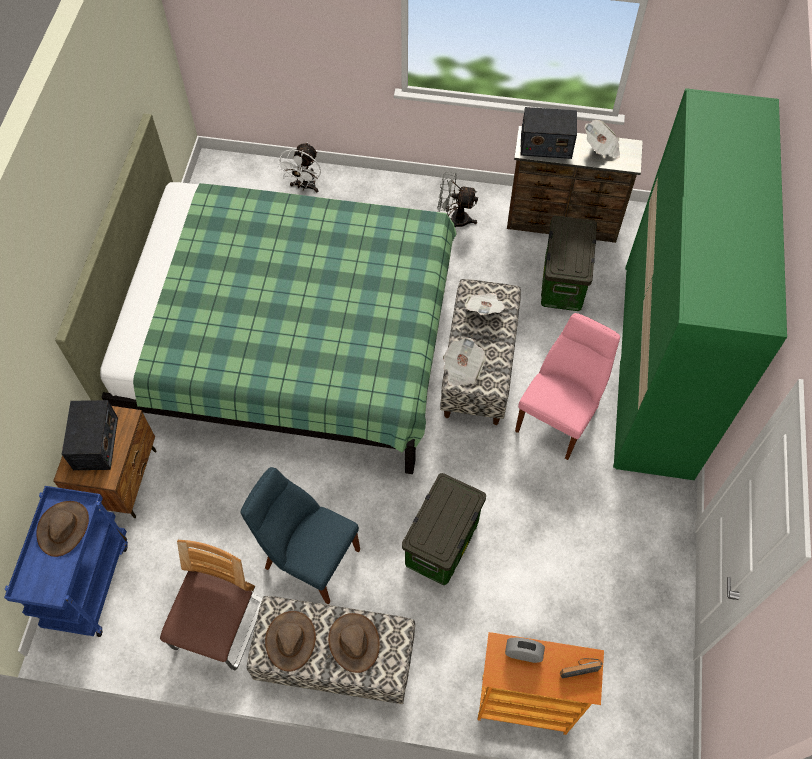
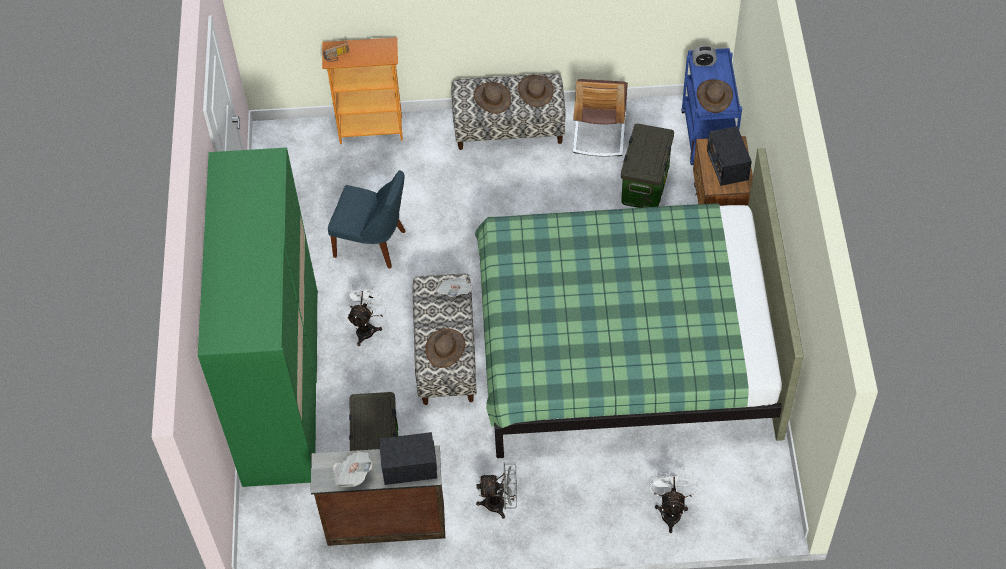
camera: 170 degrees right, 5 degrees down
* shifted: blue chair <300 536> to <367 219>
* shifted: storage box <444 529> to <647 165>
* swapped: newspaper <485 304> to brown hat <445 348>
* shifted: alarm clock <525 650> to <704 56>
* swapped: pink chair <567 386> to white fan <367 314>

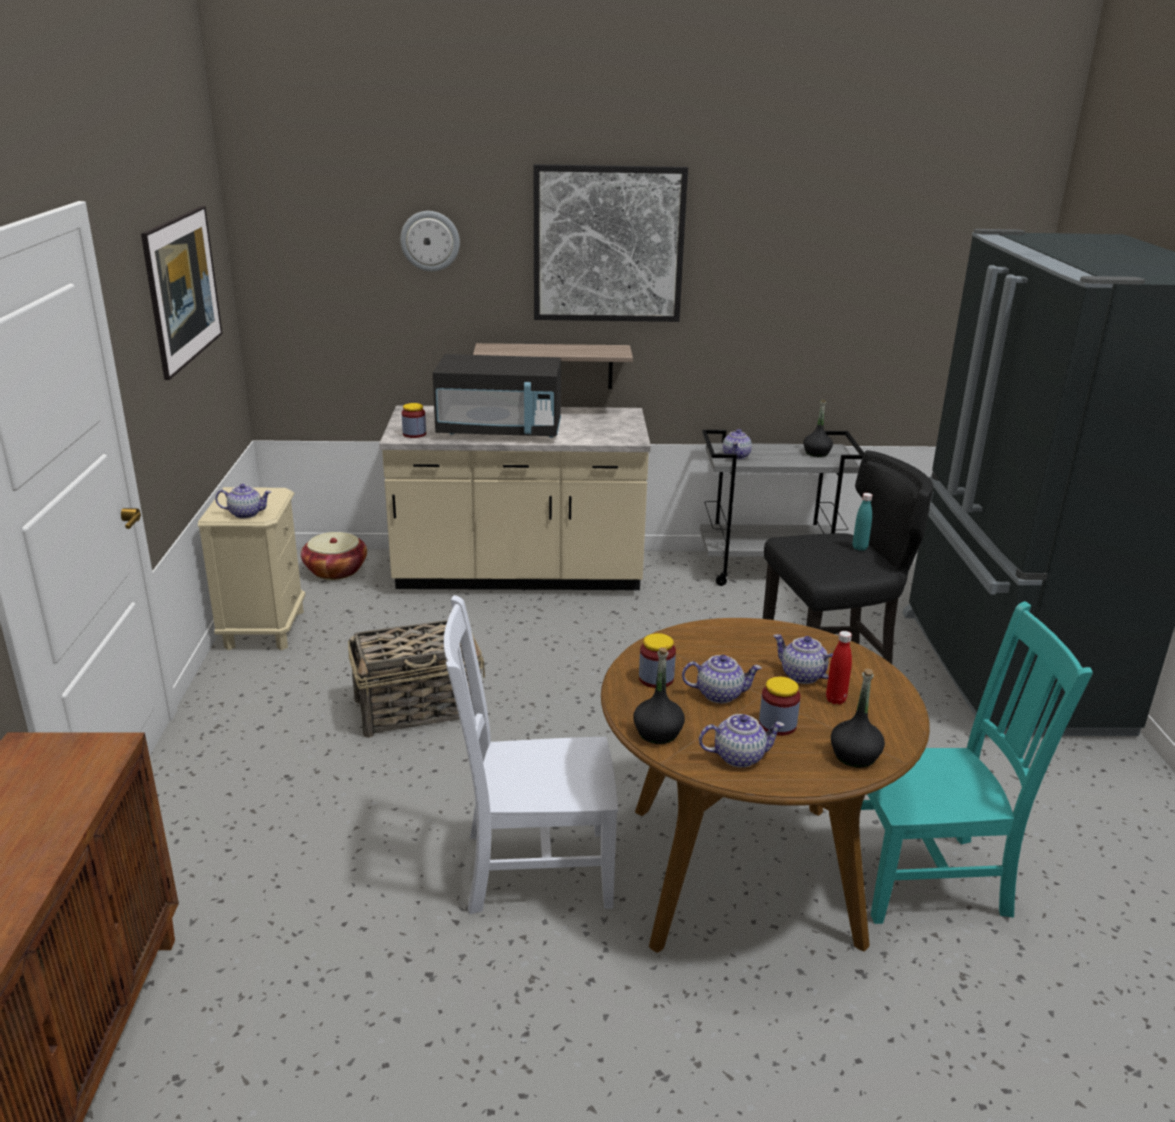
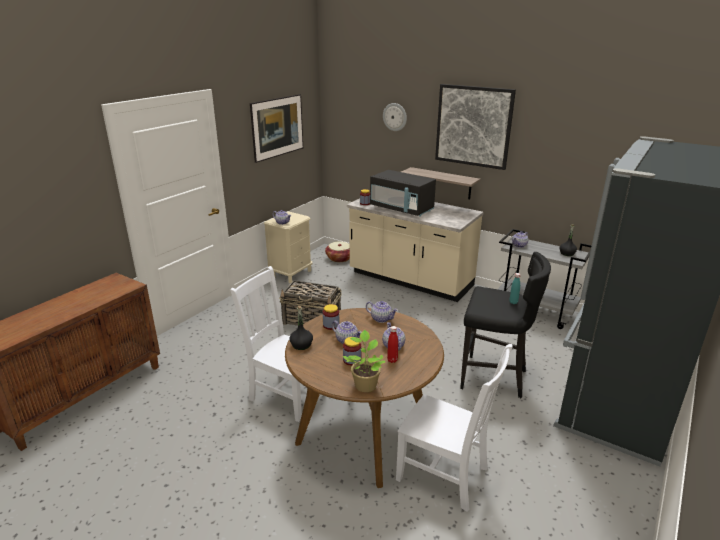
camera: 35 degrees right, 0 degrees up
* shifted: teapot <742 741> to <382 312>
* swapped: black bottle <858 718> to potted plant <364 361>
* repainted: turquoise chair <977 762> to white chair <454 428>

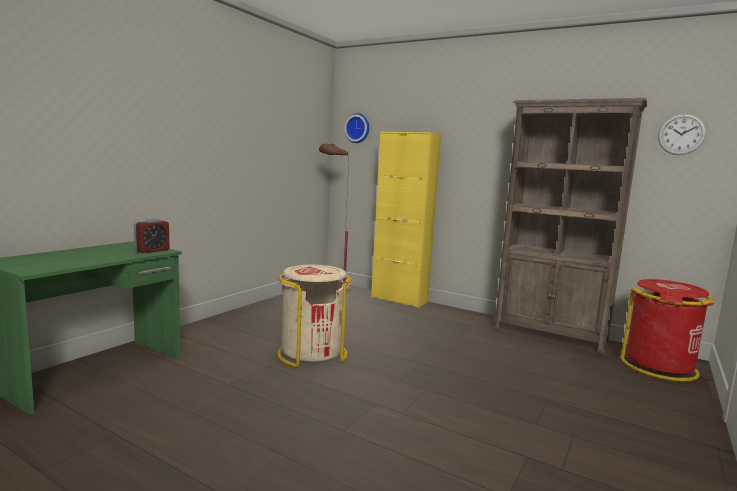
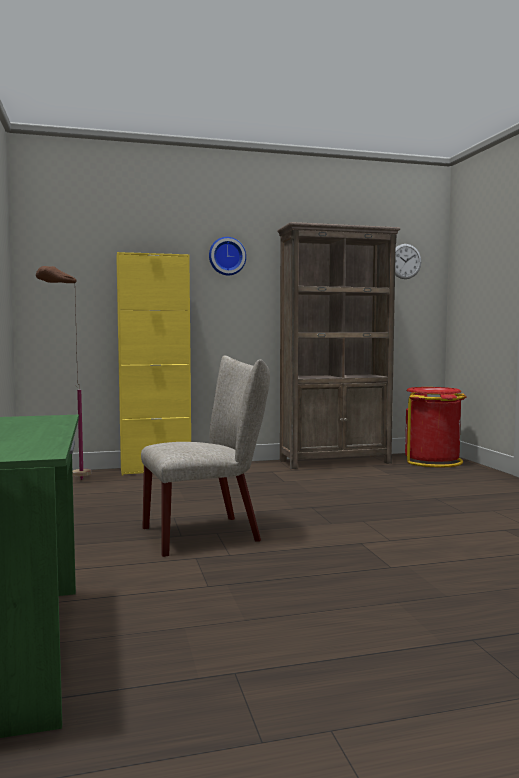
camera: 45 degrees left, 5 degrees down
* gone: alarm clock <151 235>
* swapped: beige trash can <314 316> to beige chair <205 456>
* shifted: wall clock <356 128> to <227 256>

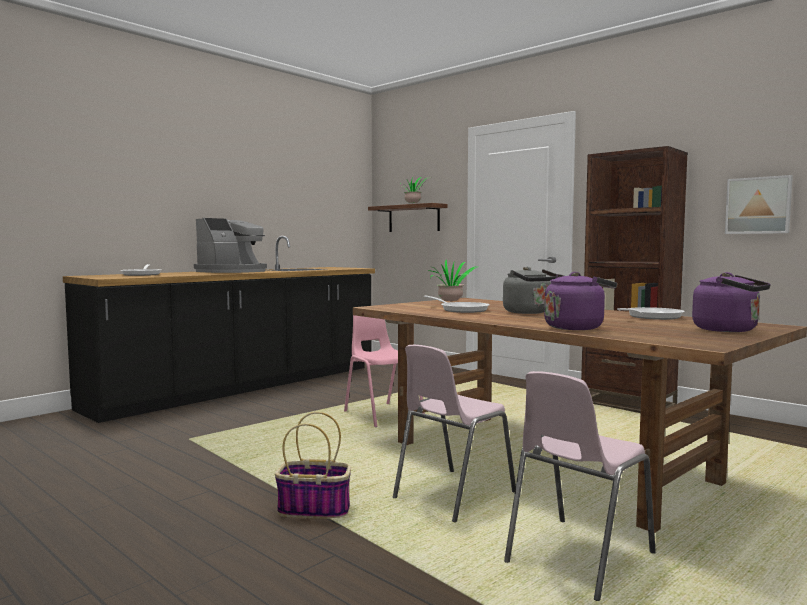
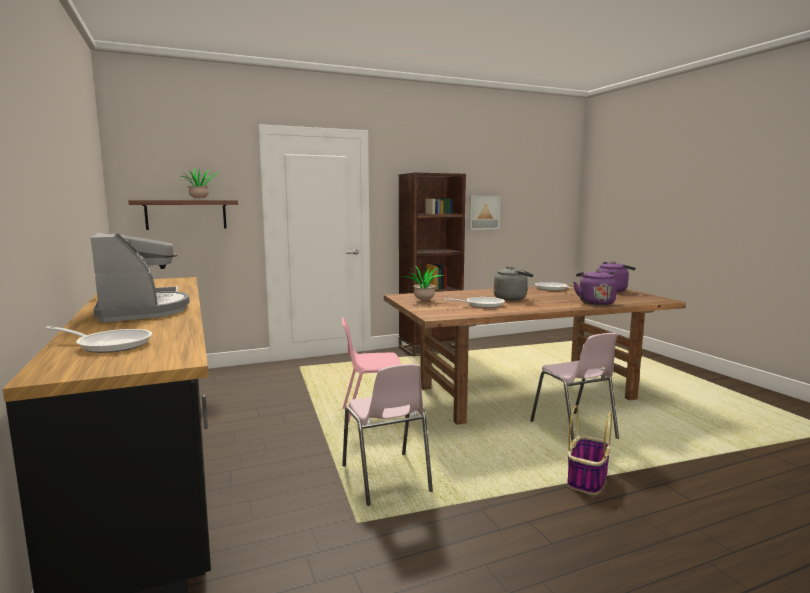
camera: 65 degrees left, 5 degrees up
* shifted: pink chair <580 486> to <387 435>

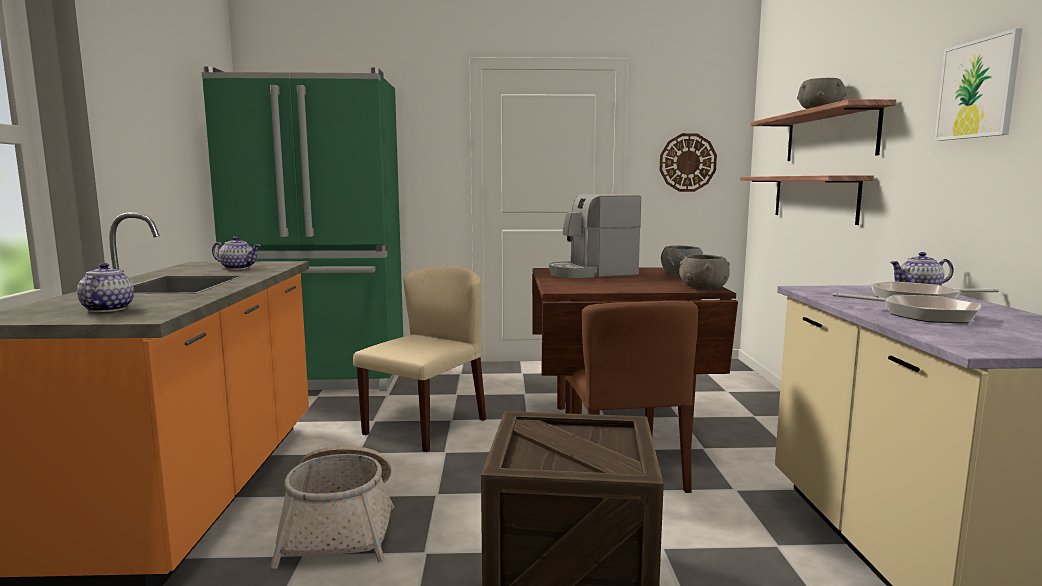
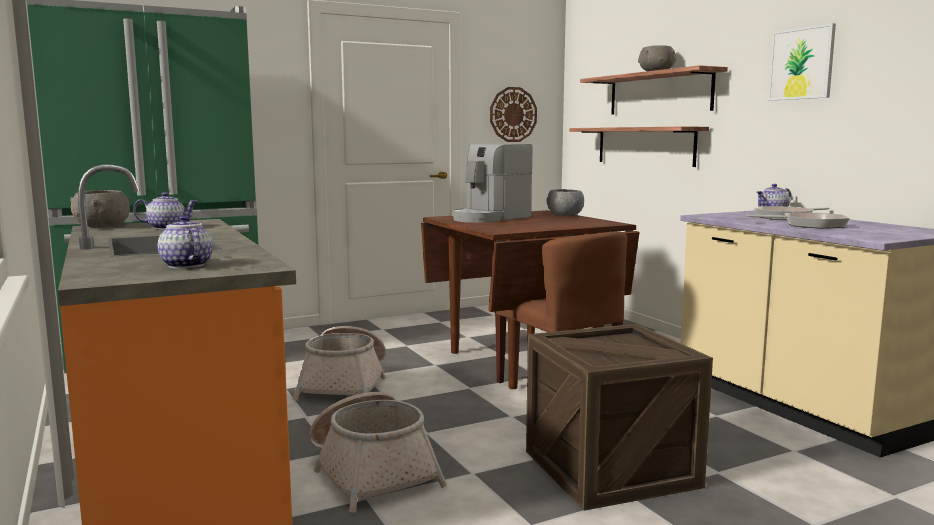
camera: 25 degrees left, 0 degrees up
* swapped: beige chair <419 359> to basket <339 363>
* shifted: grey bowl <704 272> to <100 209>

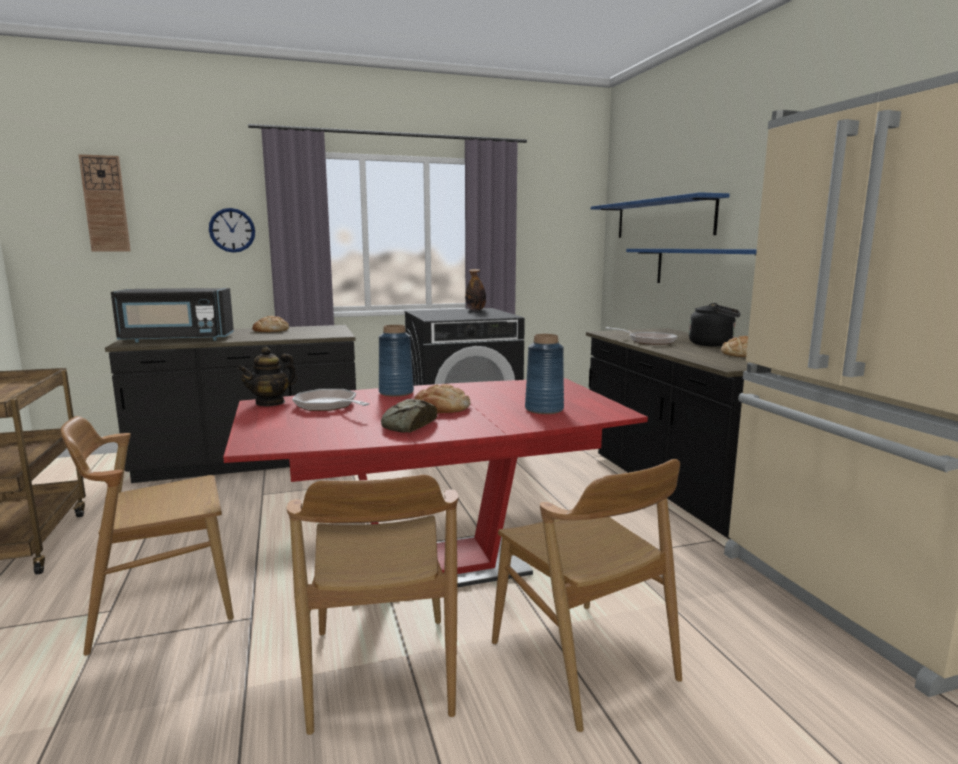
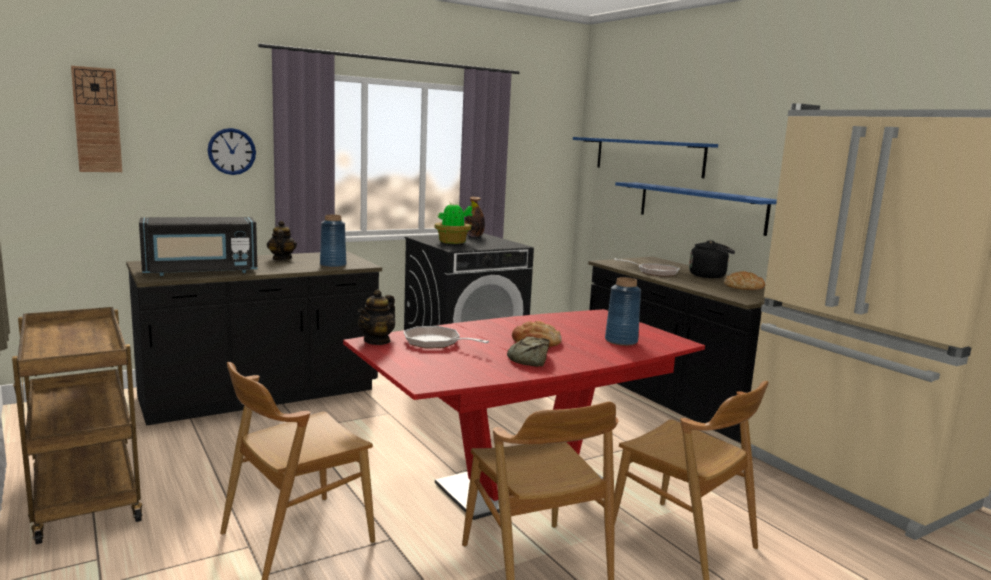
camera: 15 degrees left, 0 degrees up
* swapped: bread <270 324> to teapot <282 240>
* shifted: blue vase <396 361> to <333 241>
* new: potted plant <456 222>

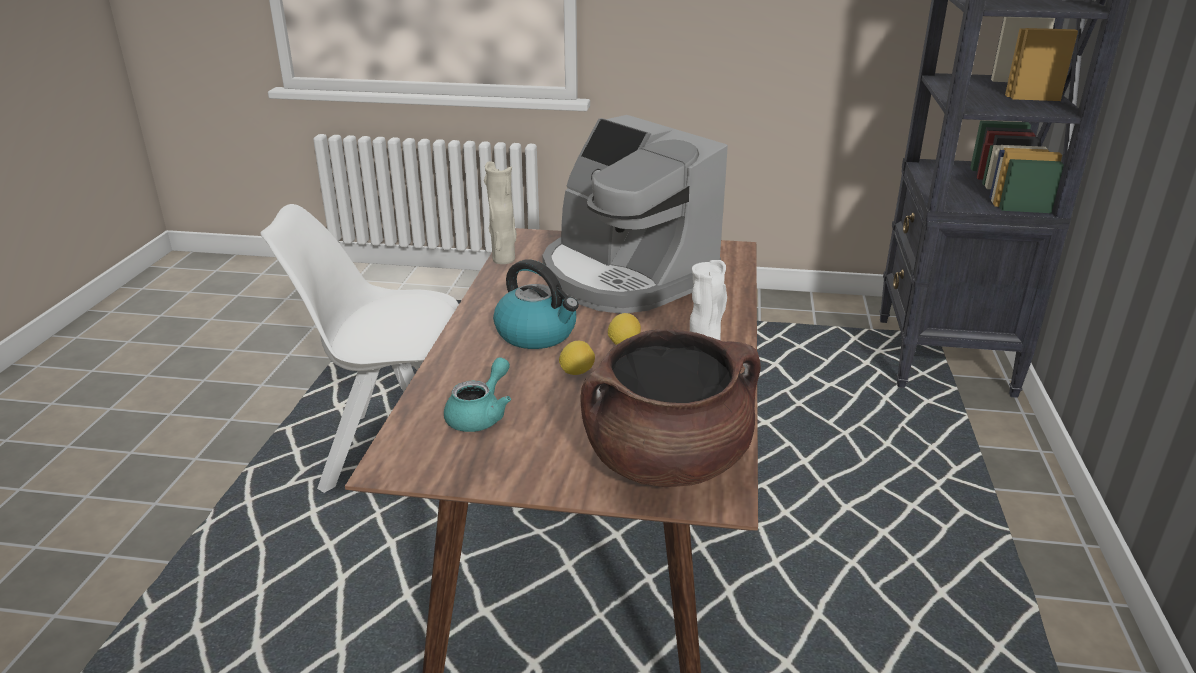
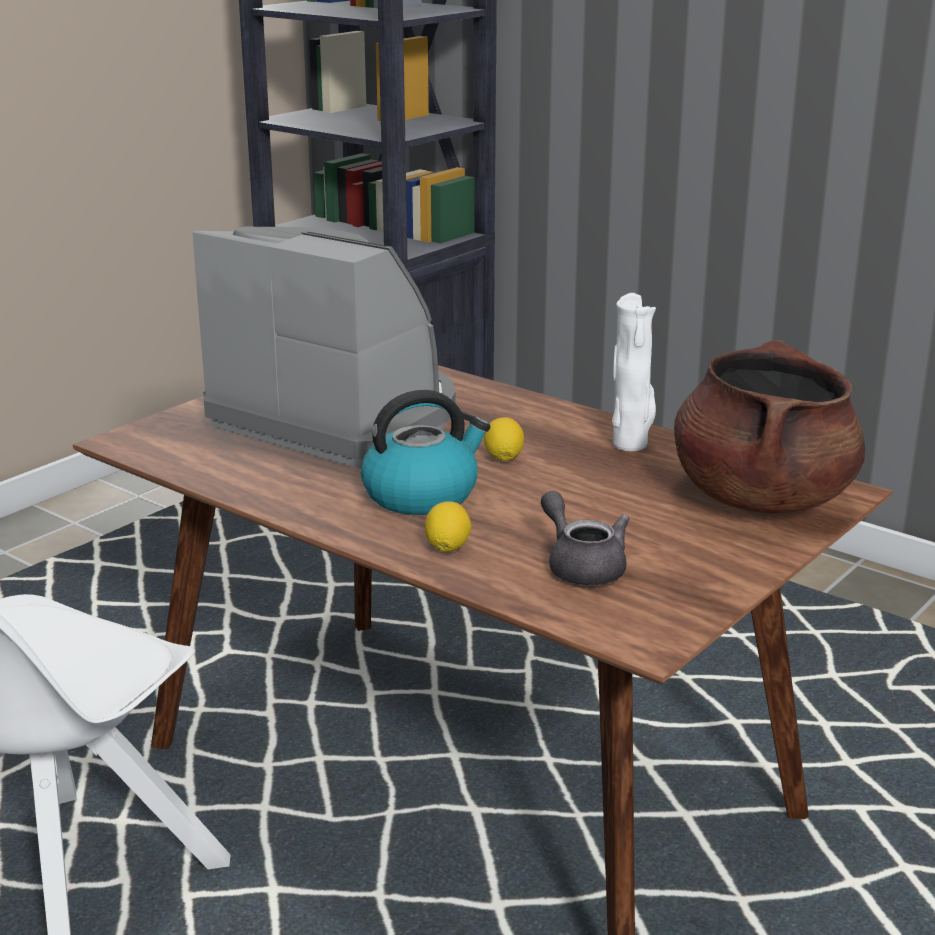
camera: 60 degrees left, 5 degrees down
* repainted: turquoise teapot <477 394> to grey teapot <585 538>
* gone: beige vase <500 212>
* rotated: coffee machine <635 214> = <324 347> 135 degrees counterclockwise
* shifted: lemon <577 358> to <448 526>

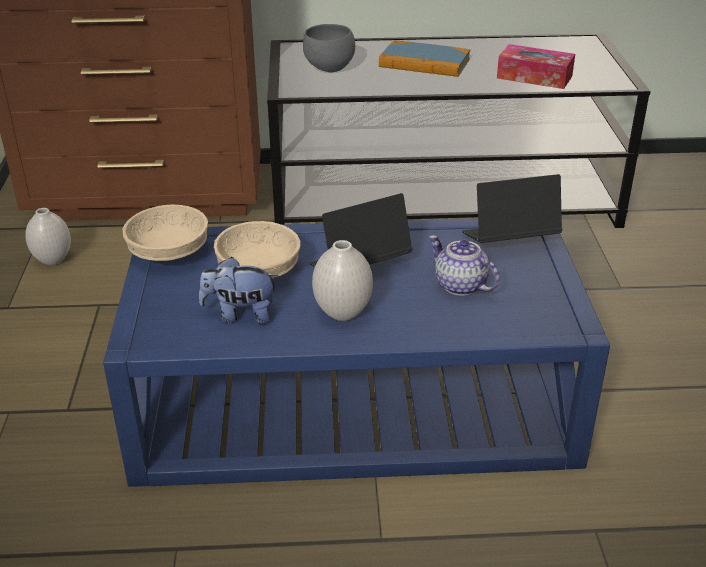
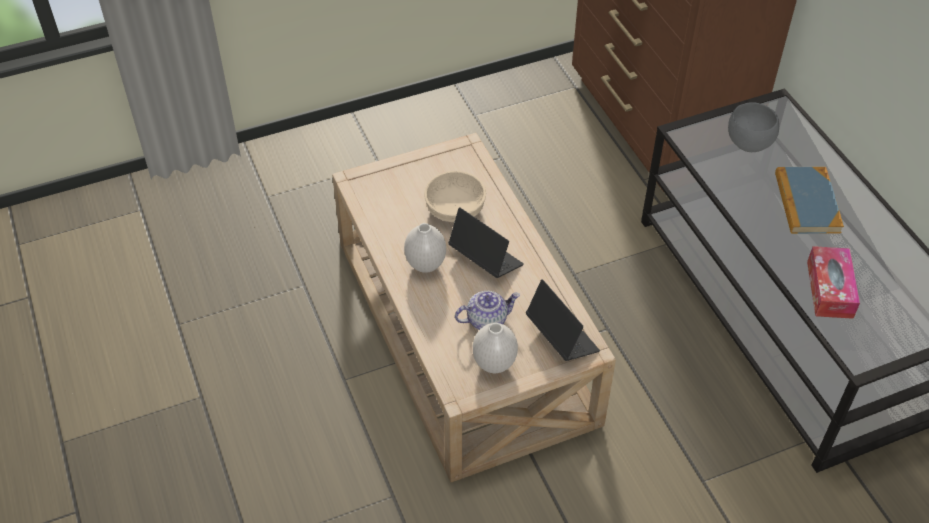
camera: 70 degrees right, 15 degrees up
* shifted: white vase <48 236> to <495 348>
* repainted: blue coffee table <356 353> to beige coffee table <474 307>
* gone: beige bowl <165 233>
* gone: plush toy <238 290>
* rotated: teapot <464 265> = <487 310> 45 degrees clockwise

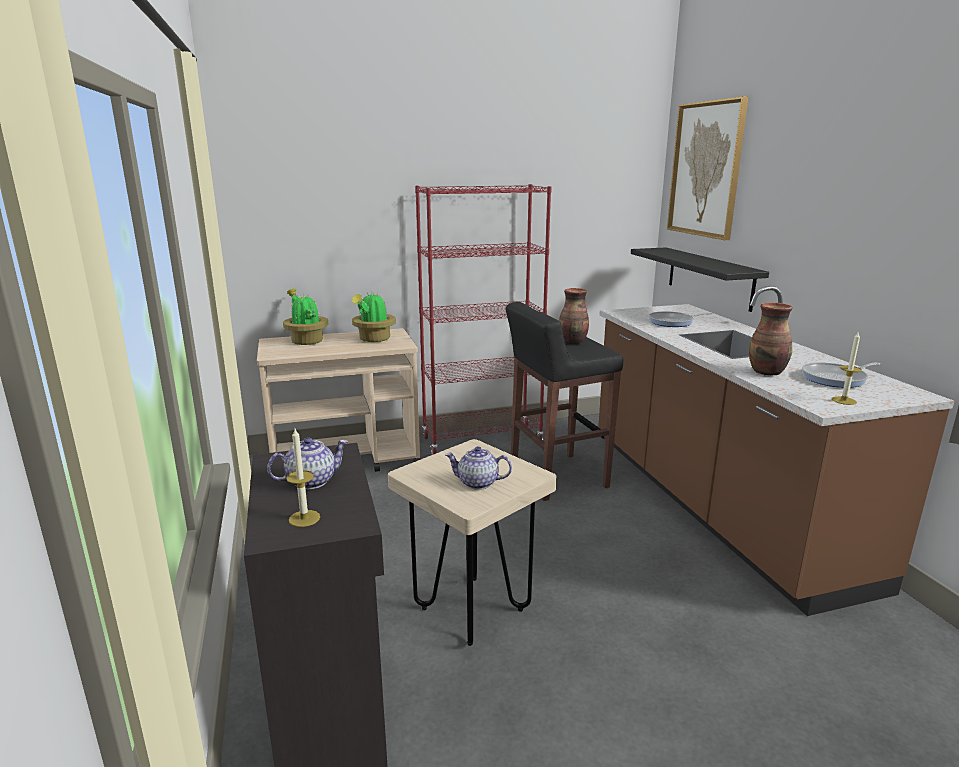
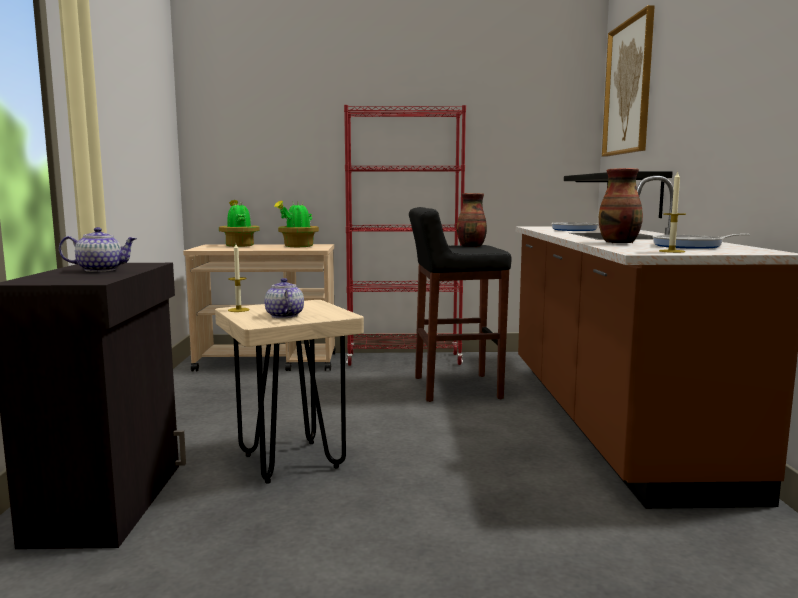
camera: 15 degrees right, 10 degrees down
* shifted: candle <303 478> to <239 278>
* rotated: teapot <478 468> = <284 298> 45 degrees clockwise

